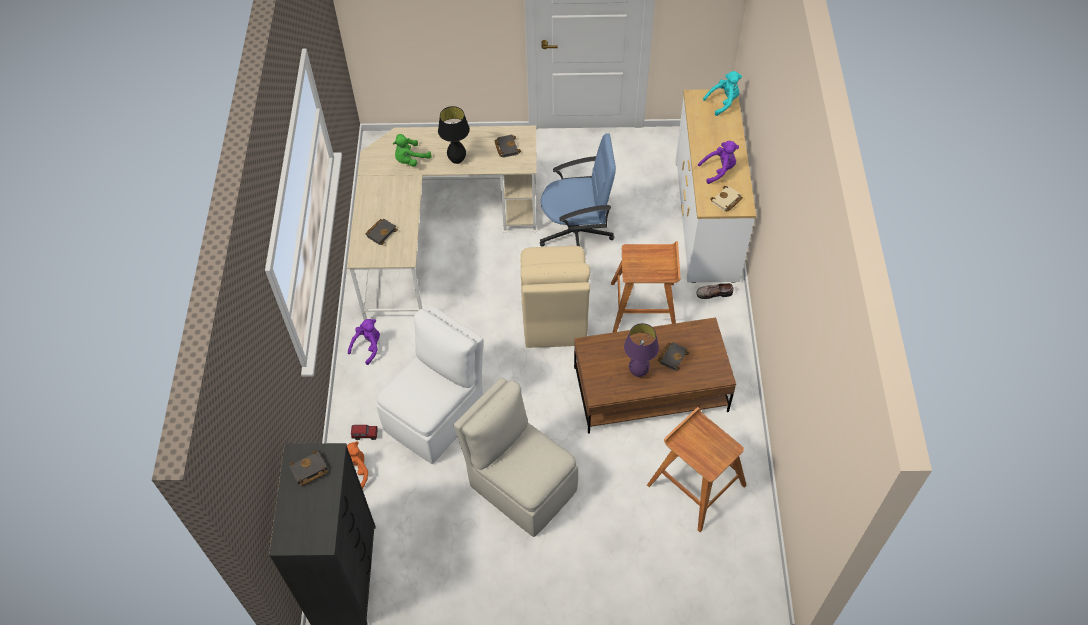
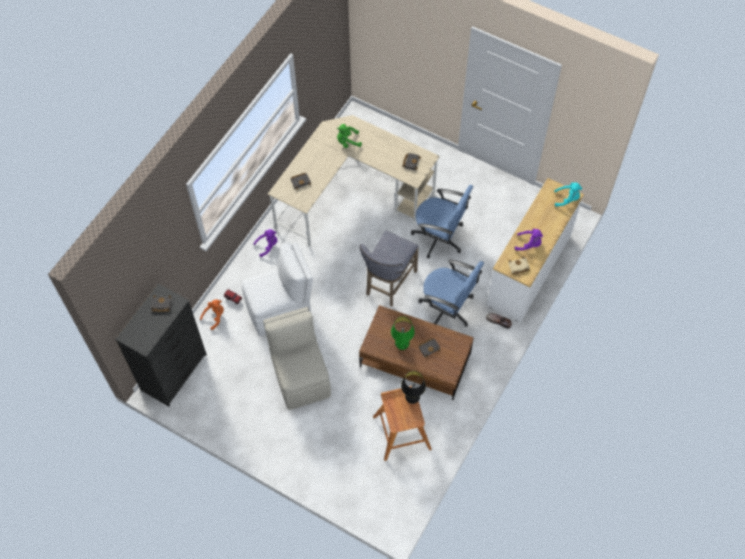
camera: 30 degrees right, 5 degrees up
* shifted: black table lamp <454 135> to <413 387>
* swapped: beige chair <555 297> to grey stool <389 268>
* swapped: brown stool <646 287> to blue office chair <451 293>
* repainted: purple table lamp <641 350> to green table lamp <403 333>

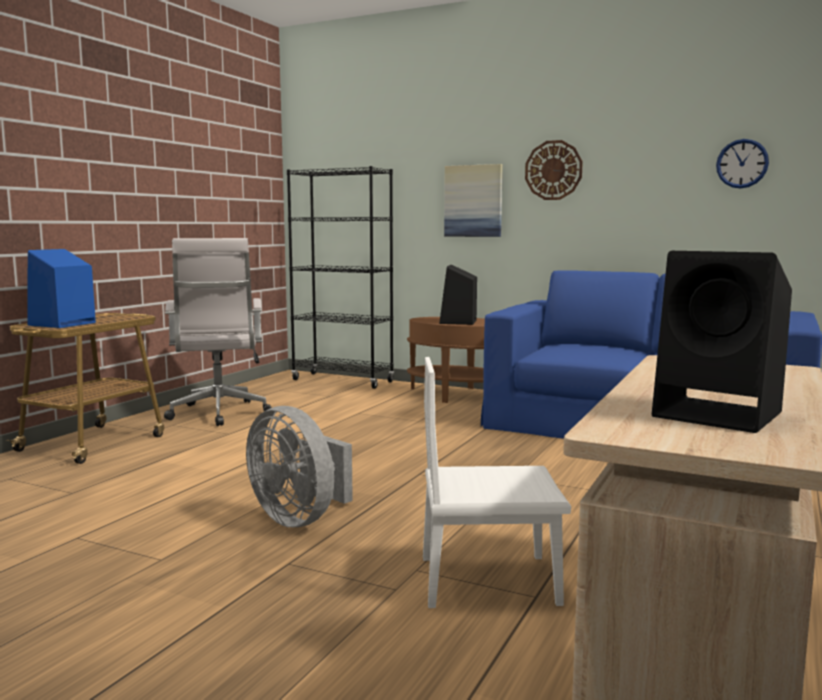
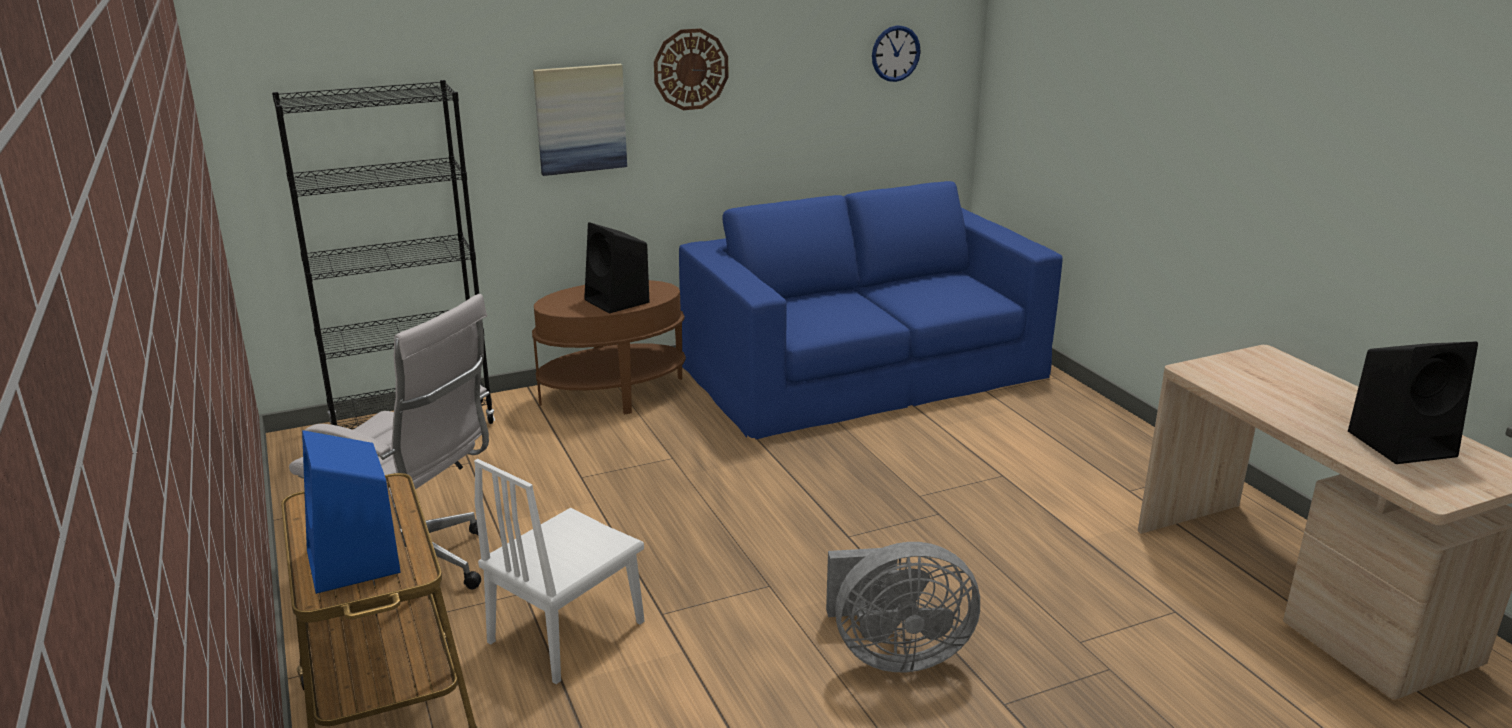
camera: 50 degrees left, 15 degrees up
* shifted: white chair <497 482> to <559 571>

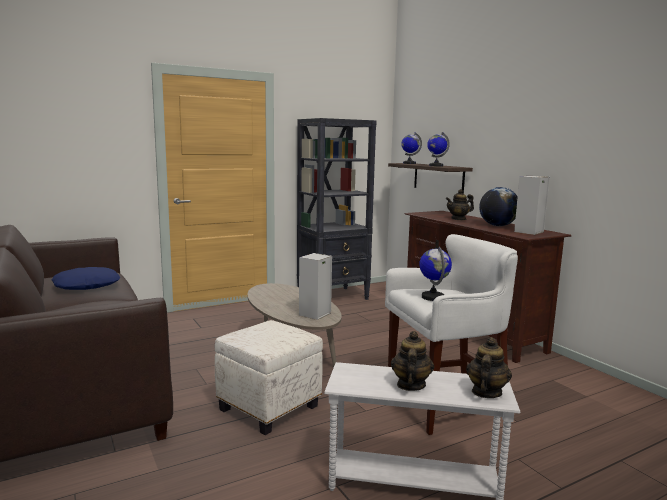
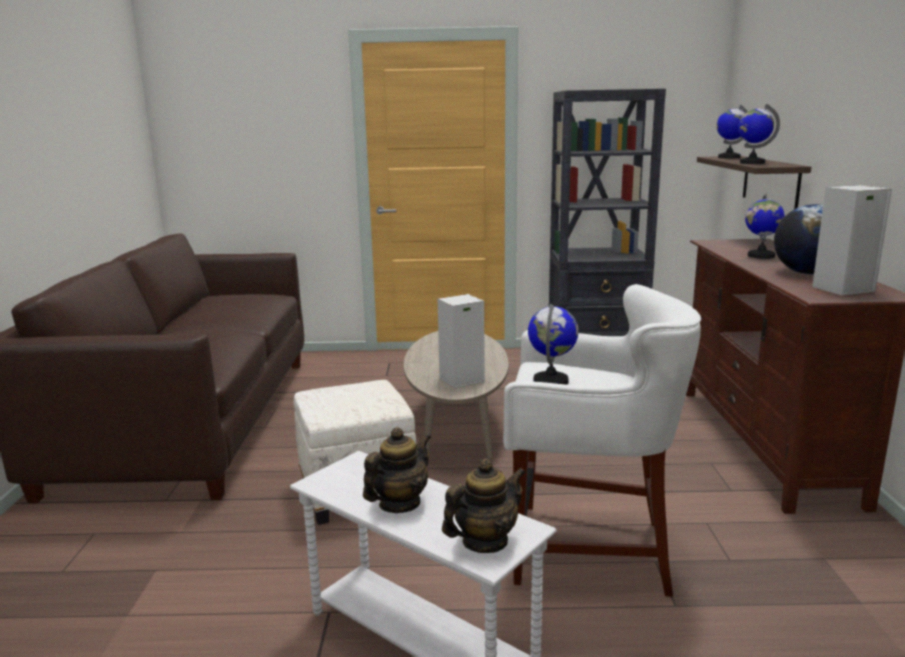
camera: 30 degrees right, 5 degrees up
* gone: blue pillow <86 278>
* swapped: teapot <460 204> to globe <765 226>

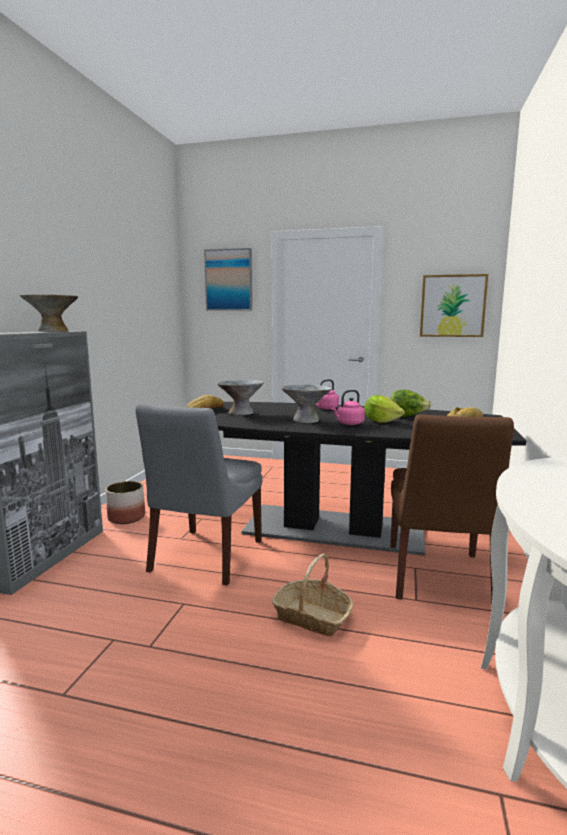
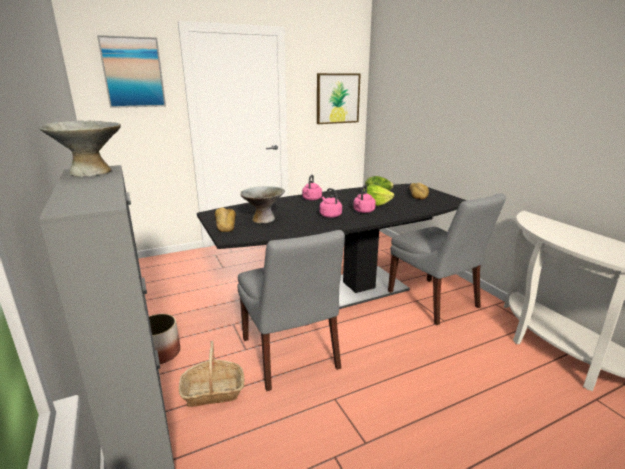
camera: 40 degrees left, 10 degrees up
* shifted: basket <312 595> to <211 374>
* swapped: grey bowl <306 404> to pink kettle <331 203>
* repainted: brown chair <452 509> to grey chair <447 259>

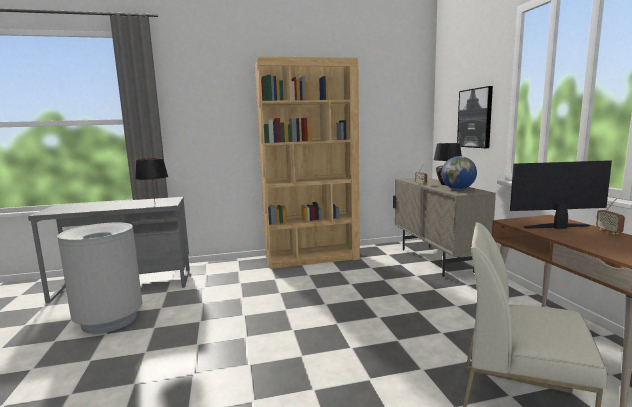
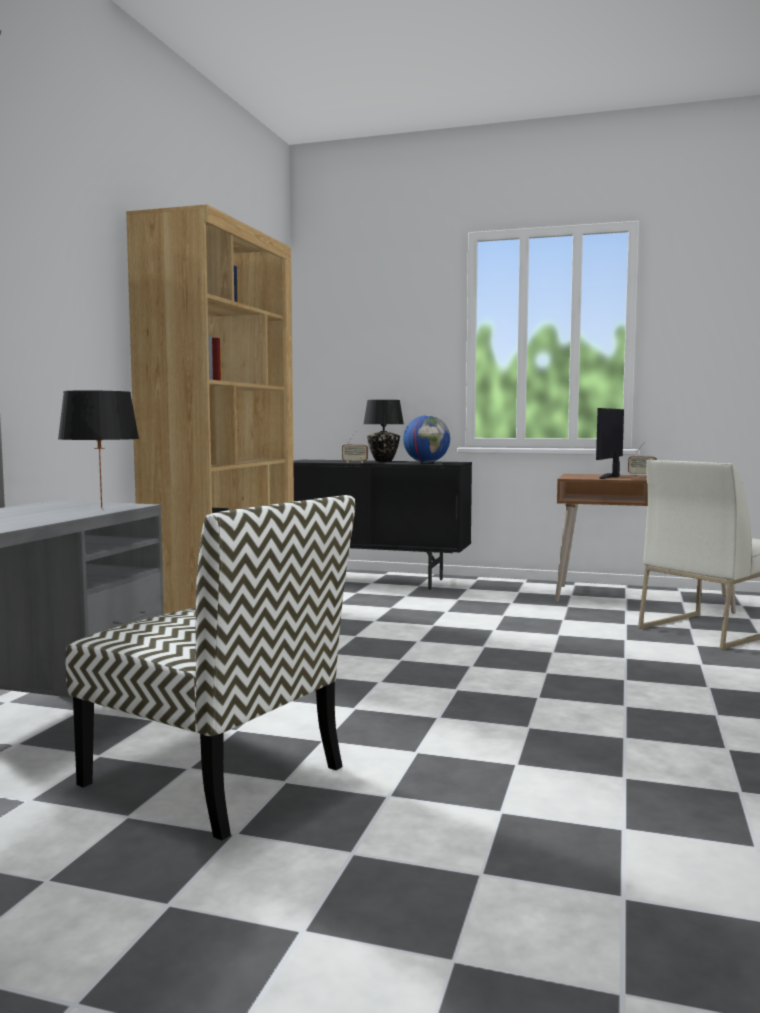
camera: 60 degrees left, 5 degrees down
* swapped: grey trash can <99 278> to chair <210 667>
* repainted: beige cabinet <444 227> to black cabinet <382 525>
* gone: picture <475 117>

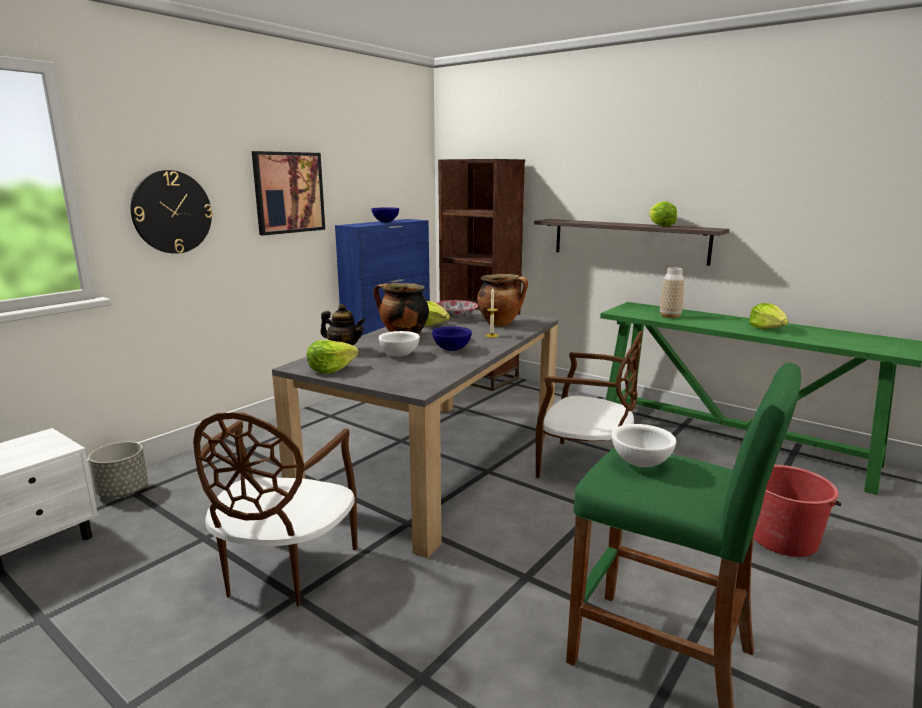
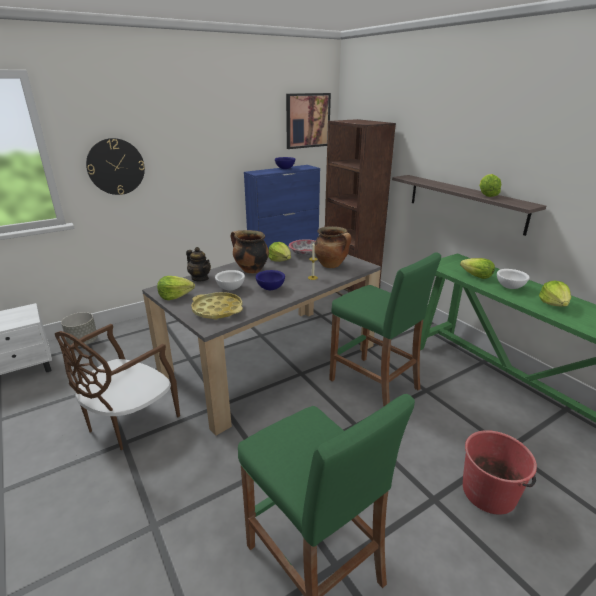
camera: 20 degrees right, 10 degrees up
* shifted: picture <288 193> to <308 121>
* swapped: brown chair <589 404> to green stool <385 330>
* shifted: white bowl <644 445> to <513 279>
* swapped: vase <672 292> to lettuce <477 268>
* new: yellow tray <217 306>

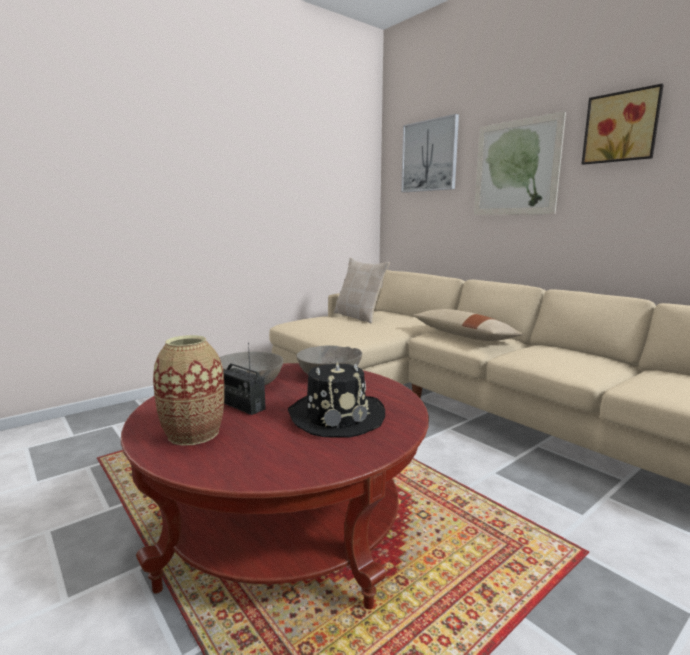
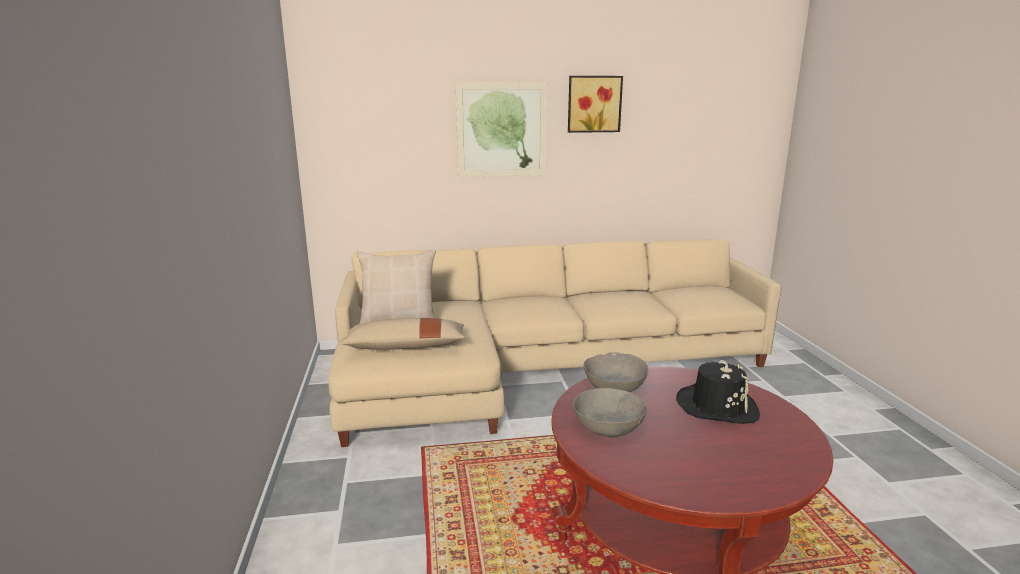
camera: 60 degrees left, 5 degrees up
* gone: vase <189 390>
* gone: radio <244 379>
* gone: picture <430 153>
* shifted: beige pillow <467 325> to <402 334>

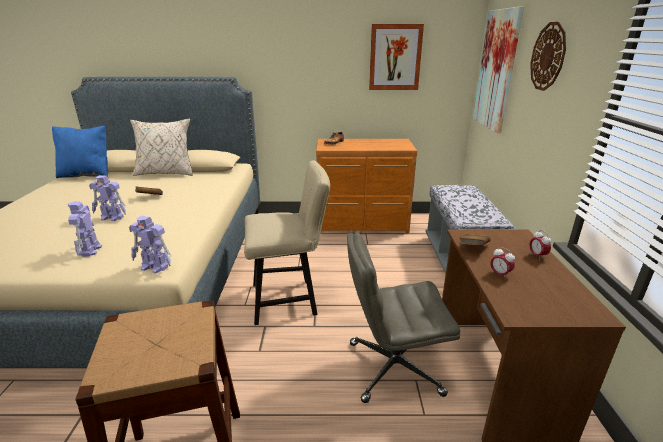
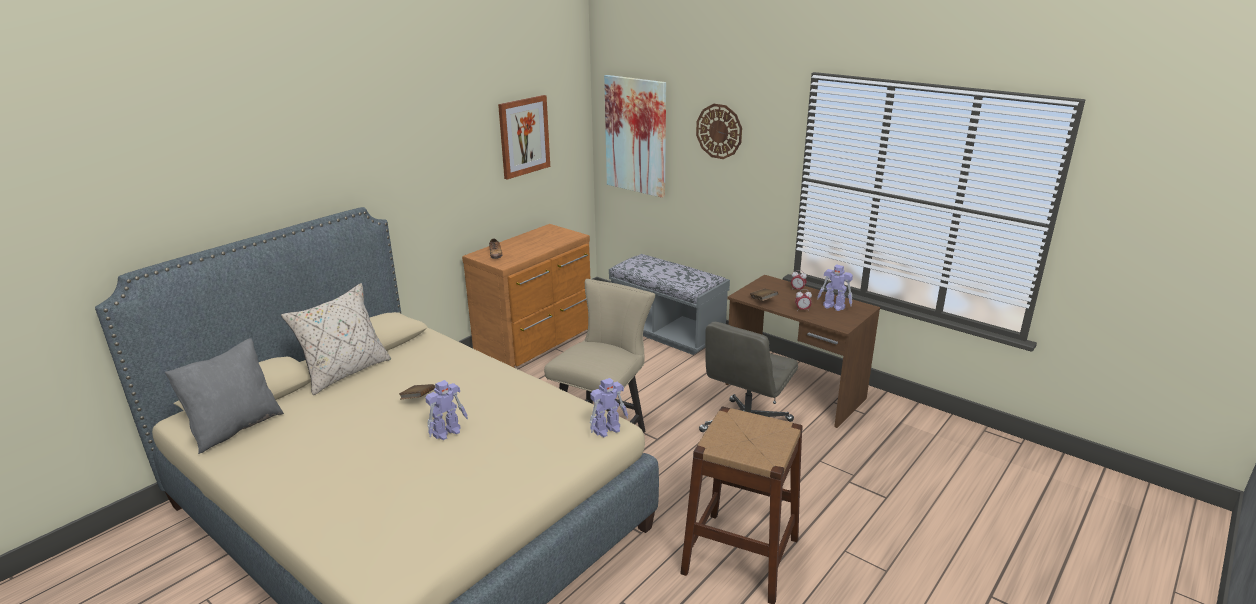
camera: 50 degrees left, 0 degrees up
* repainted: blue pillow <80 152> to grey pillow <224 396>
* shifted: toy robot <85 229> to <835 287>

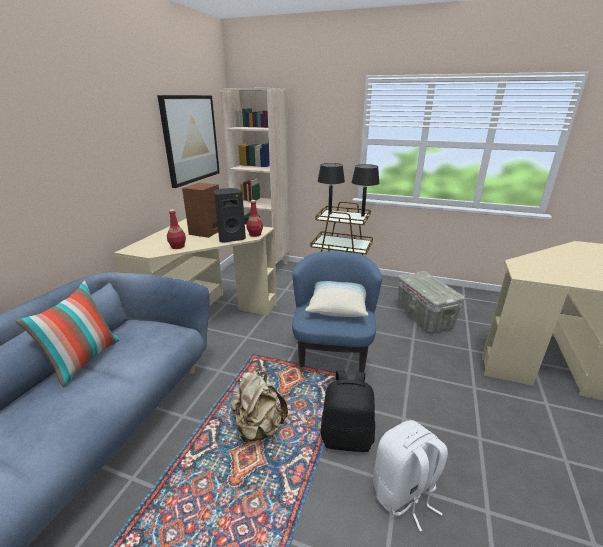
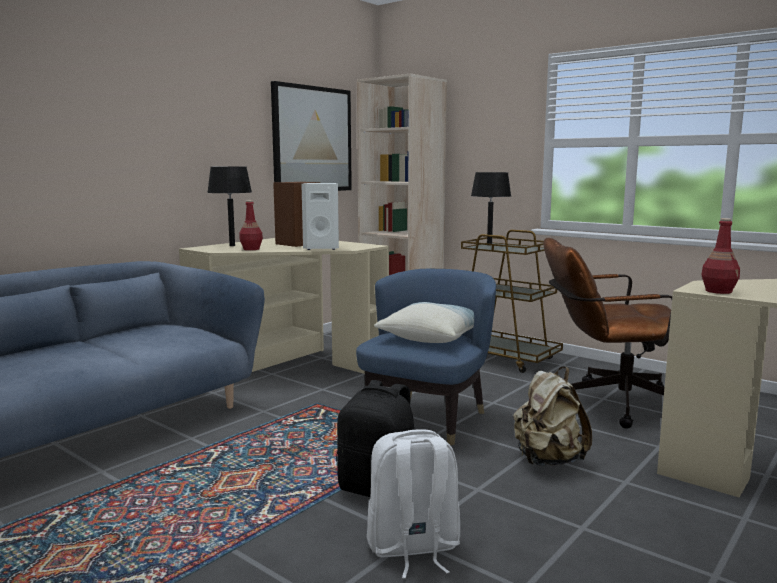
camera: 20 degrees right, 15 degrees down
* gone: pillow <68 334>
* repainted: black speaker <230 215> to white speaker <320 216>
* shifted: beige backpack <259 406> to <552 416>
* shifted: red bottle <254 218> to <721 256>
* shifted: black table lamp <365 190> to <229 206>
* swapped: grey storage box <431 301> to brown office chair <607 333>

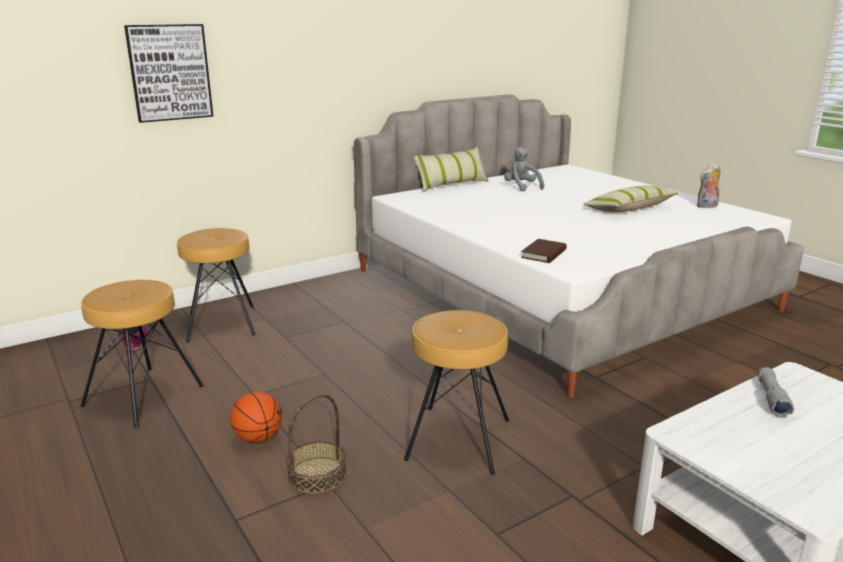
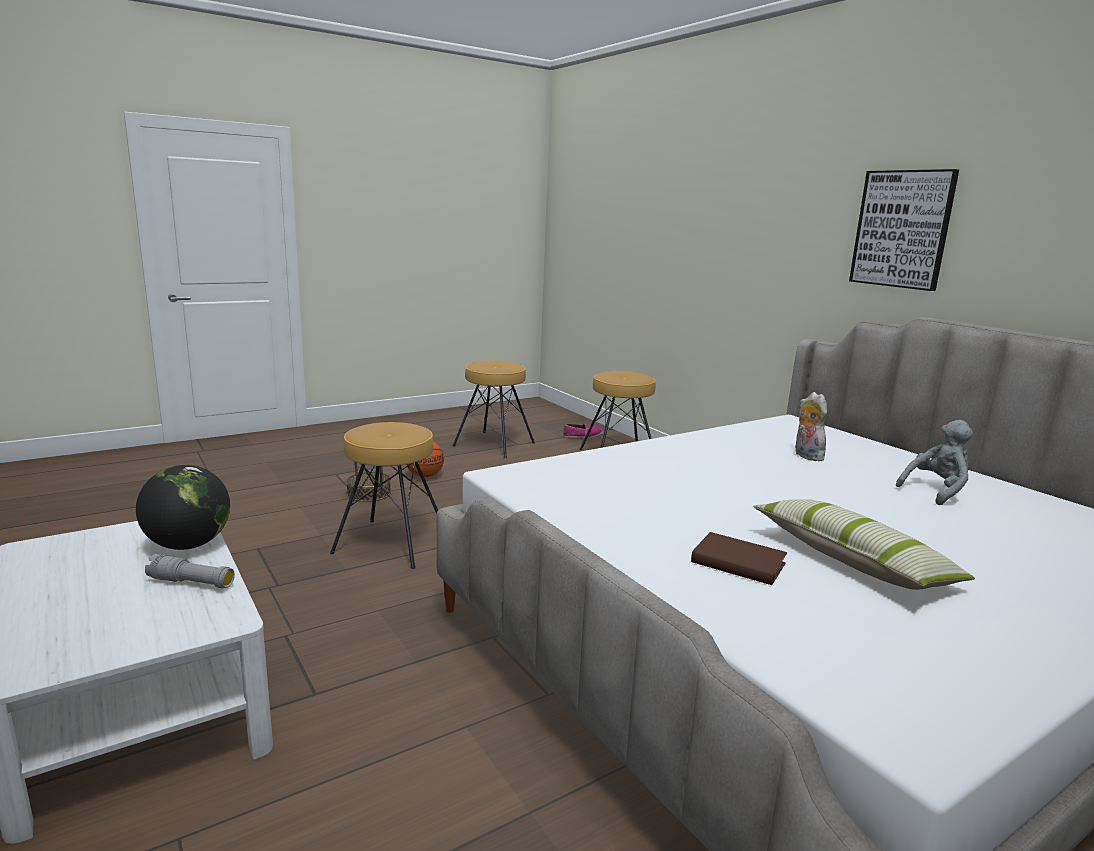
camera: 90 degrees right, 5 degrees down
* shifted: picture <168 73> to <904 230>
* gone: pillow <451 169>
* shifted: brown book <544 251> to <739 558>
* shifted: plush toy <708 185> to <811 426>
* new: globe <183 507>

